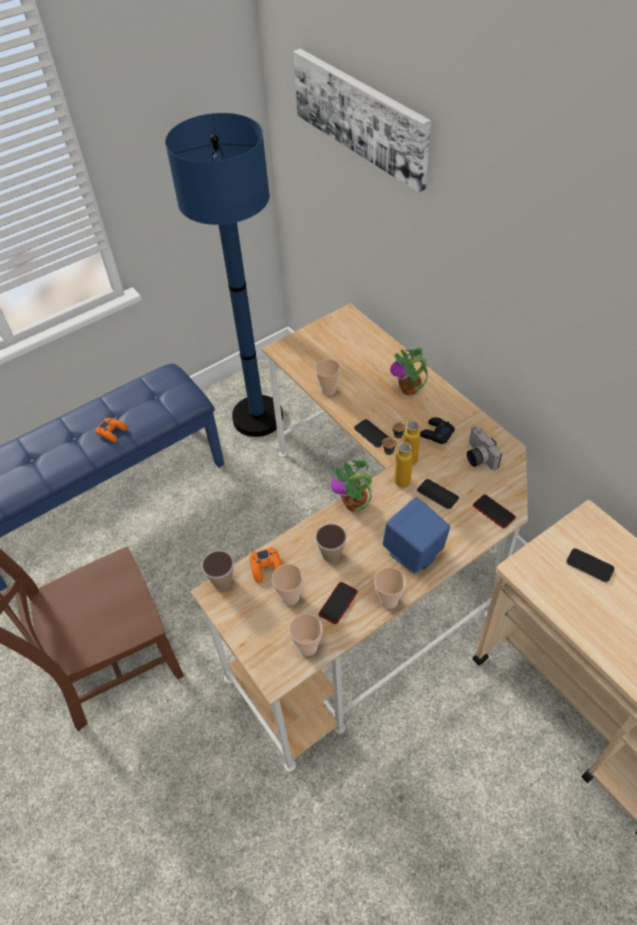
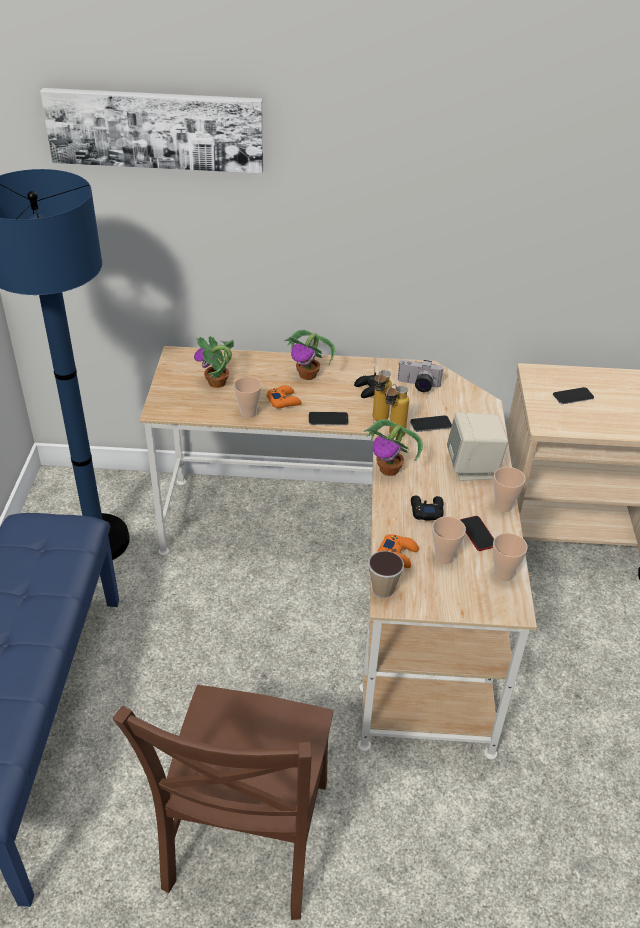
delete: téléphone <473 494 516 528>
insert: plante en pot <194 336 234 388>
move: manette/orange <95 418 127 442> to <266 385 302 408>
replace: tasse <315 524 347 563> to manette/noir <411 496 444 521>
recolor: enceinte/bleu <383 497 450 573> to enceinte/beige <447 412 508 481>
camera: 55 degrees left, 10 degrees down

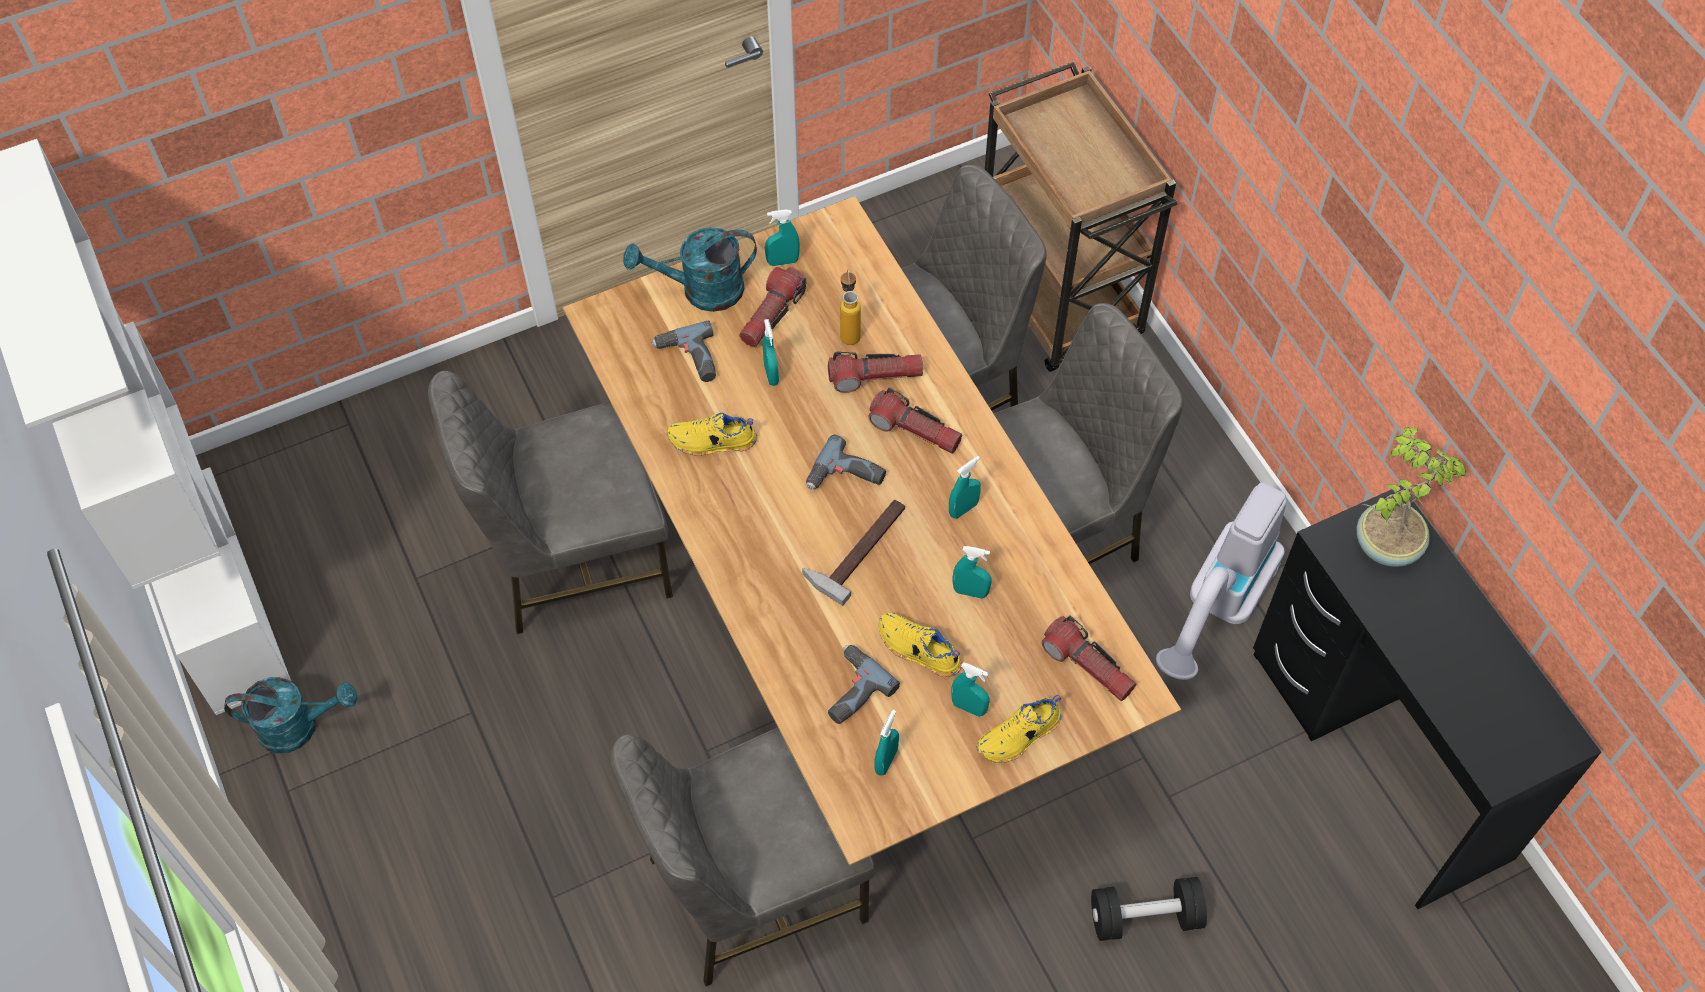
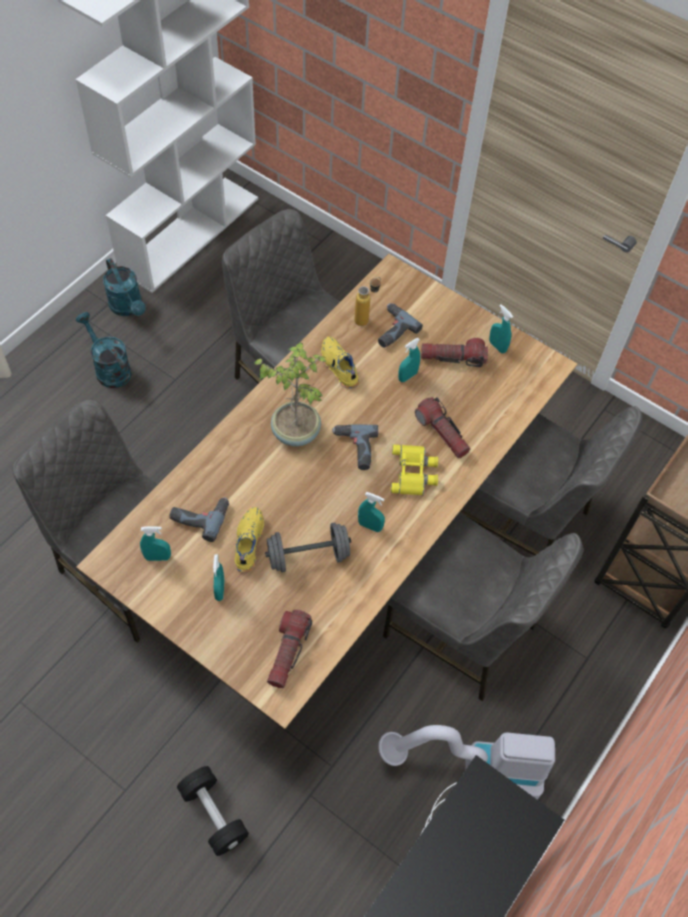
delete: marteau <802 500 905 606>; chaussure/jaune <976 695 1061 763>
move: arrosoir/turquoise <623 227 757 312> to <76 312 132 388>; plante en pot <1357 426 1467 567> to <254 342 327 446>; bouteille <840 269 861 345> to <354 277 381 326>
replace: vaporisateur/turquoise <953 546 992 599> to haltère/gris <265 522 351 572>; lampe de poche <869 388 962 454> to jumelles/jaune <391 445 438 495>
camera: 60 degrees right, 0 degrees up

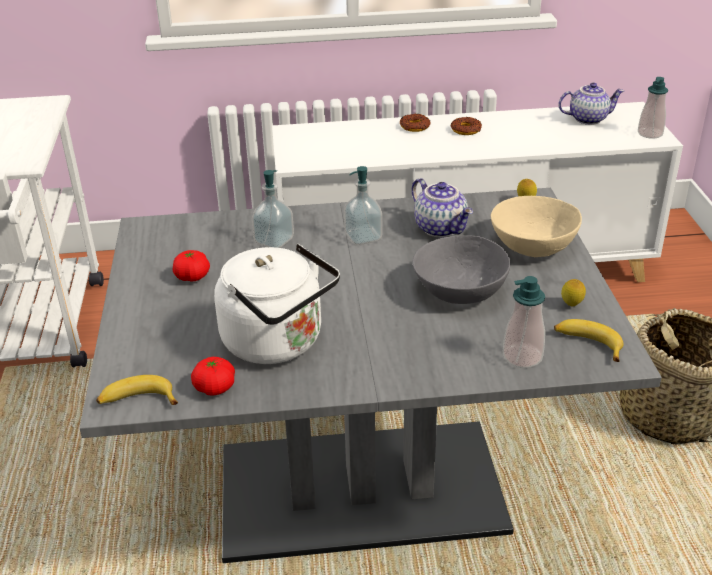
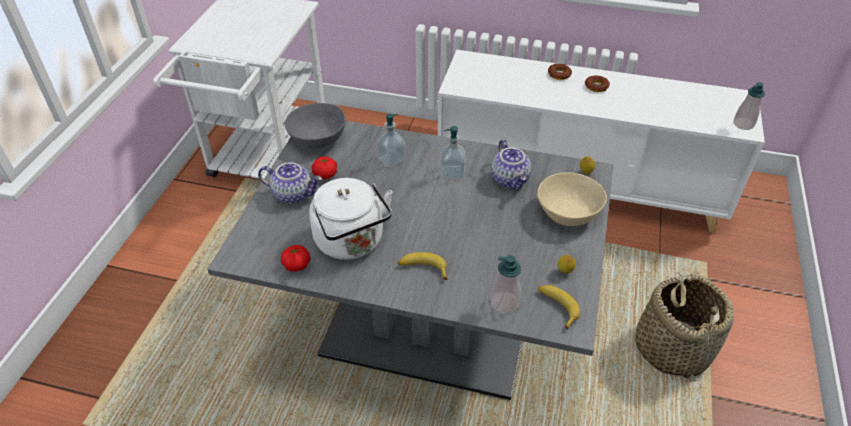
move: théière <558 82 624 125> to <258 162 322 204>; bol/gris <412 235 510 304> to <285 103 345 148>; banane <96 375 178 405> to <398 252 447 280>
camera: 20 degrees right, 10 degrees up

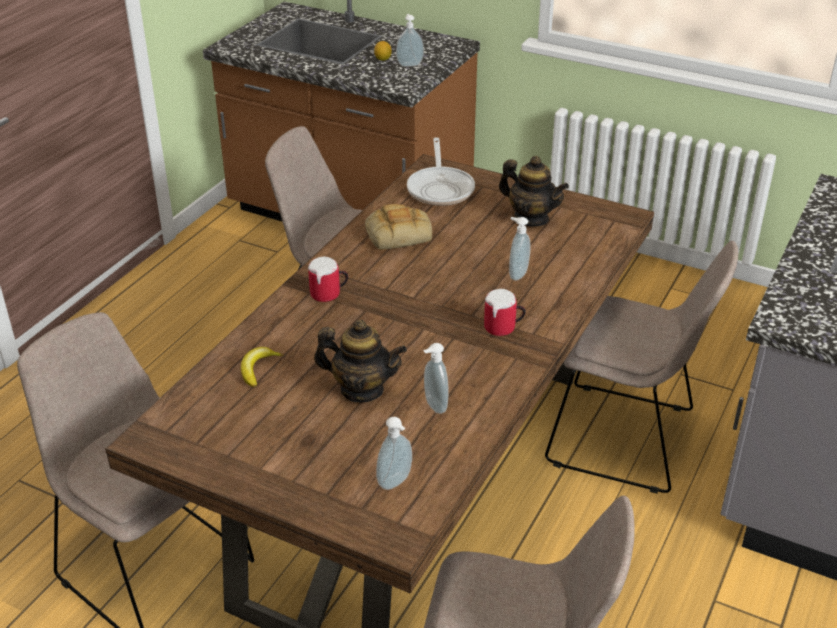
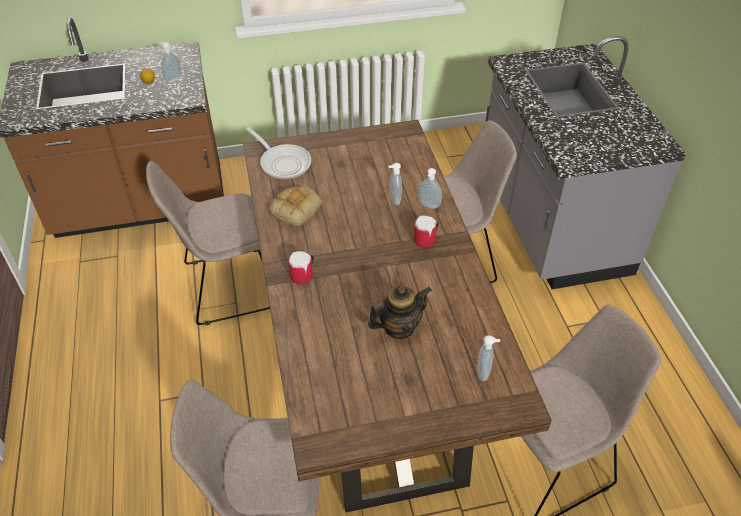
delete: banane <241 347 284 387>; théière <499 156 569 226>
move: distributeur de savon <423 343 448 414> to <418 168 442 209>
camera: 40 degrees left, 10 degrees up

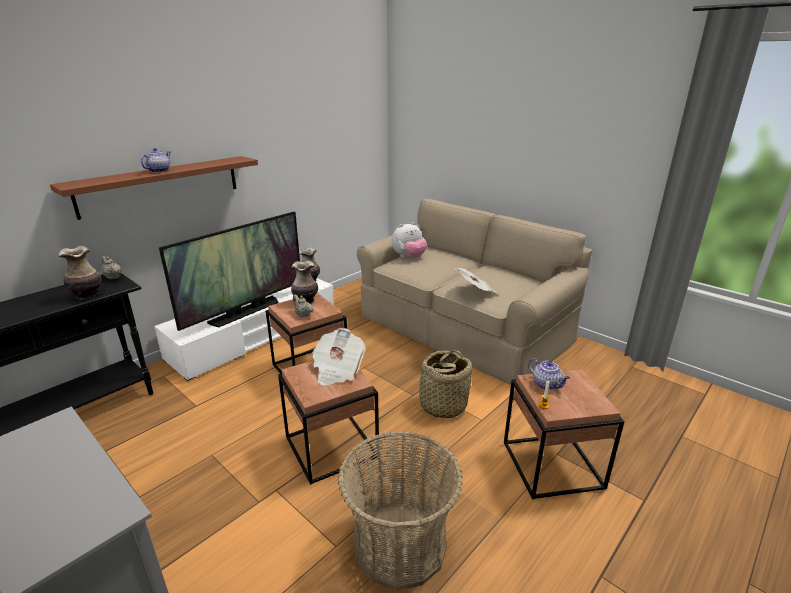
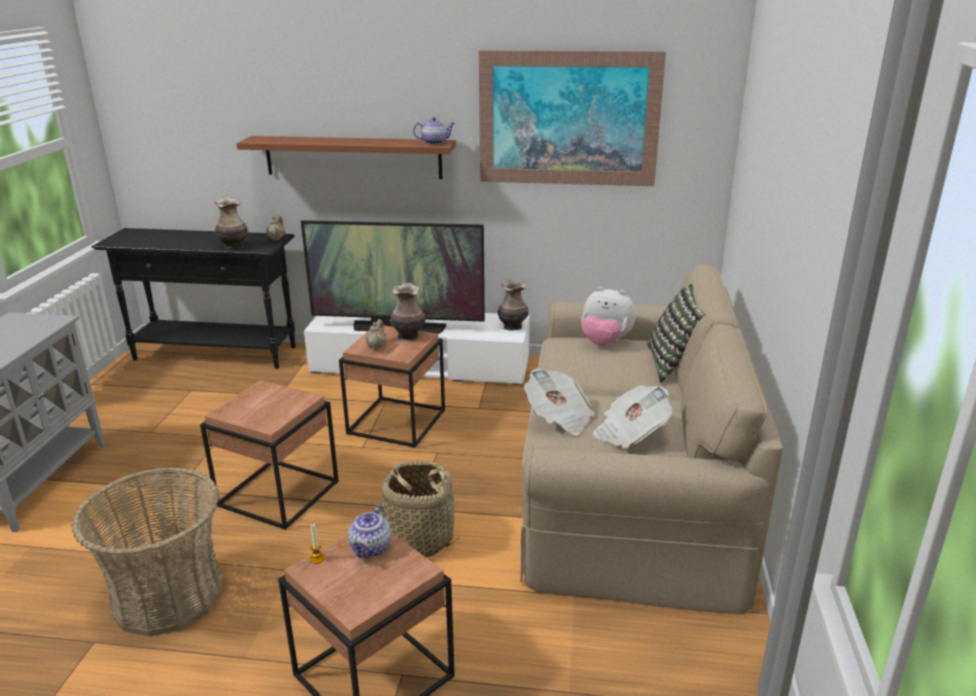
insert: tableau <479 50 666 186>; coussin <647 284 706 383>
move: théière <141 148 171 173> to <413 117 455 145>; journal <312 328 366 385> to <593 385 672 449>
camera: 55 degrees right, 0 degrees up

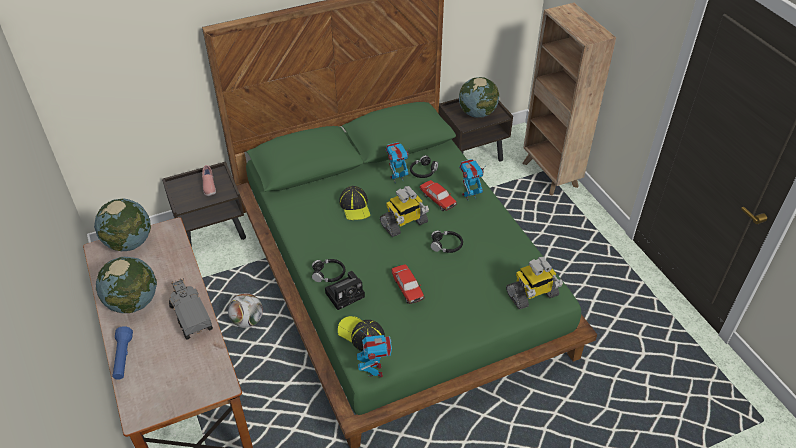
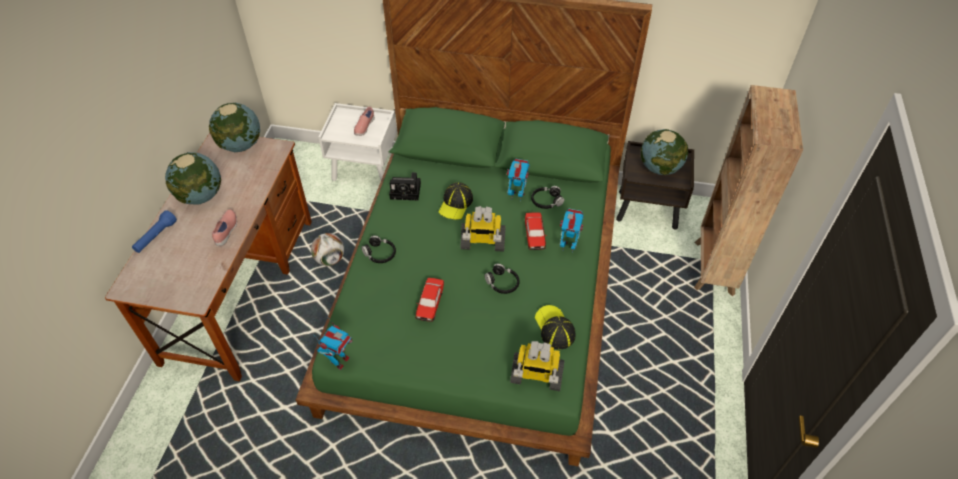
move: appareil photo <325 271 365 310> to <389 172 421 200>; casquette <338 316 385 351> to <535 305 576 349>
replace: camion jouet <169 278 213 340> to chaussure/rose <212 209 237 246>
recolor: table de chevet/marron <162 161 246 247> to table de chevet/blanc <318 103 397 181>
camera: 35 degrees right, 5 degrees up

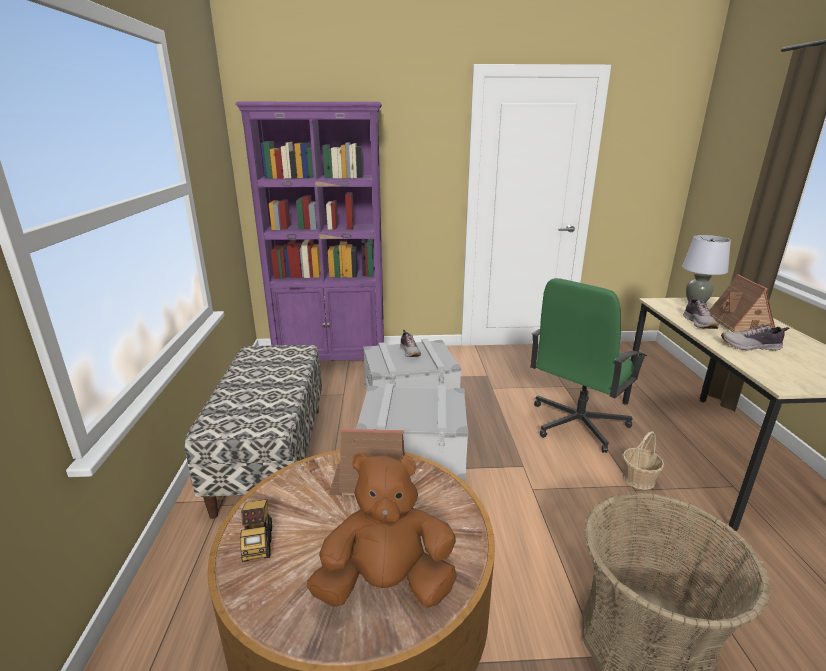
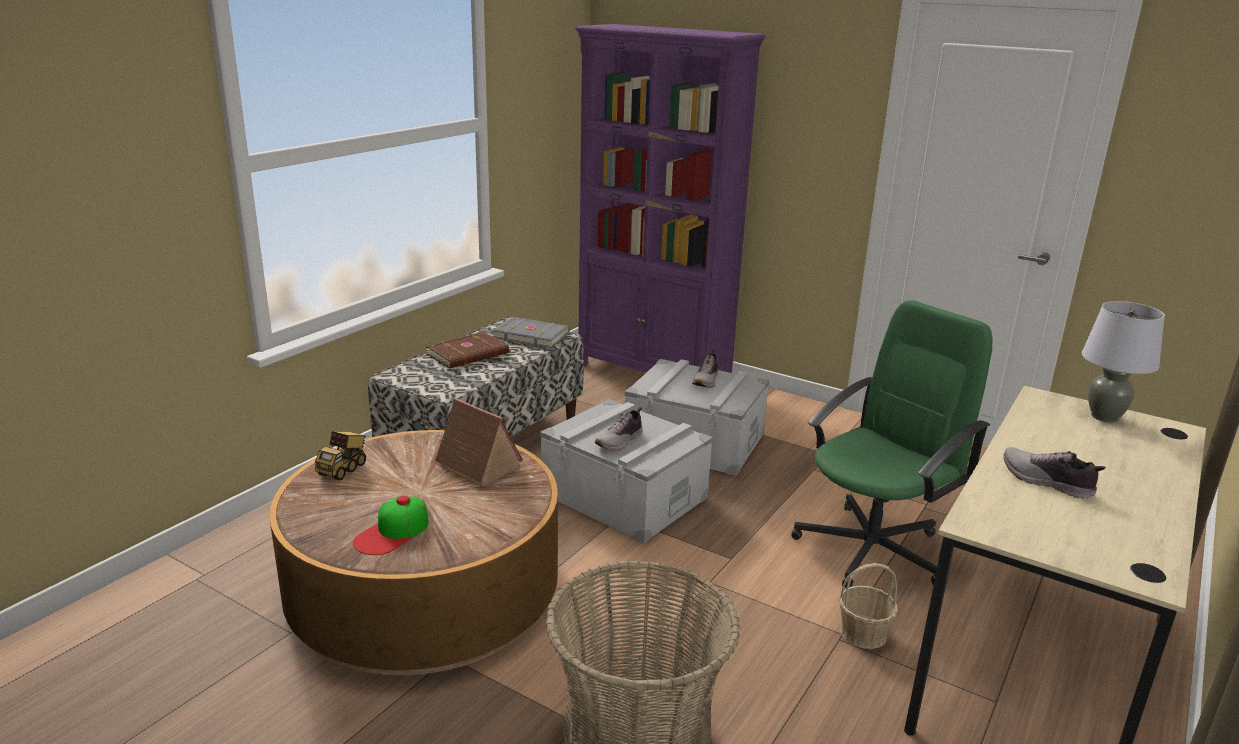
delete: maison miniature <709 274 775 332>
insert: livre/marron <426 332 509 368>; livre/gris <492 317 570 348>
move: chaussure <683 296 719 329> to <595 407 642 451>
replace: peluche/marron <307 452 457 608> to casquette <353 496 429 555>
rotate: chaise de bureau/vert <530 278 647 453> = <791 300 992 588> 150 degrees clockwise
camera: 35 degrees right, 0 degrees up

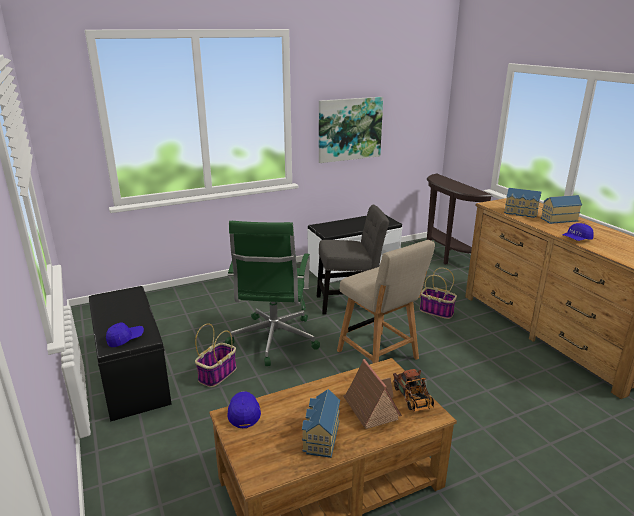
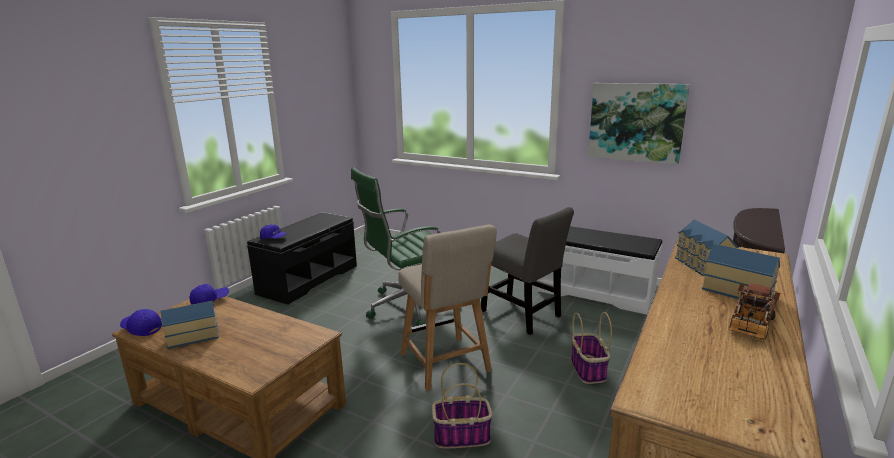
delete: maison miniature <343 359 402 429>
move: casquette/bleu <563 223 594 241> to <120 309 162 336>; panier <195 324 237 387> to <432 363 492 448>; camion jouet <393 369 434 412> to <728 284 780 339>
rotate: chaise/beige <337 240 435 364> = <398 224 497 391> 45 degrees counterclockwise
camera: 55 degrees right, 5 degrees down

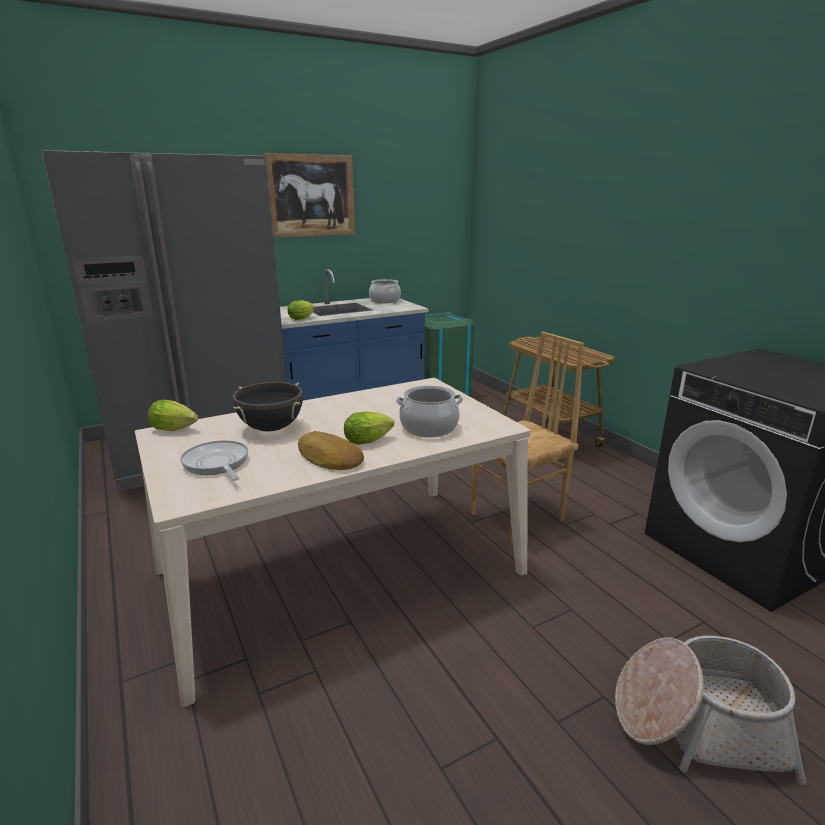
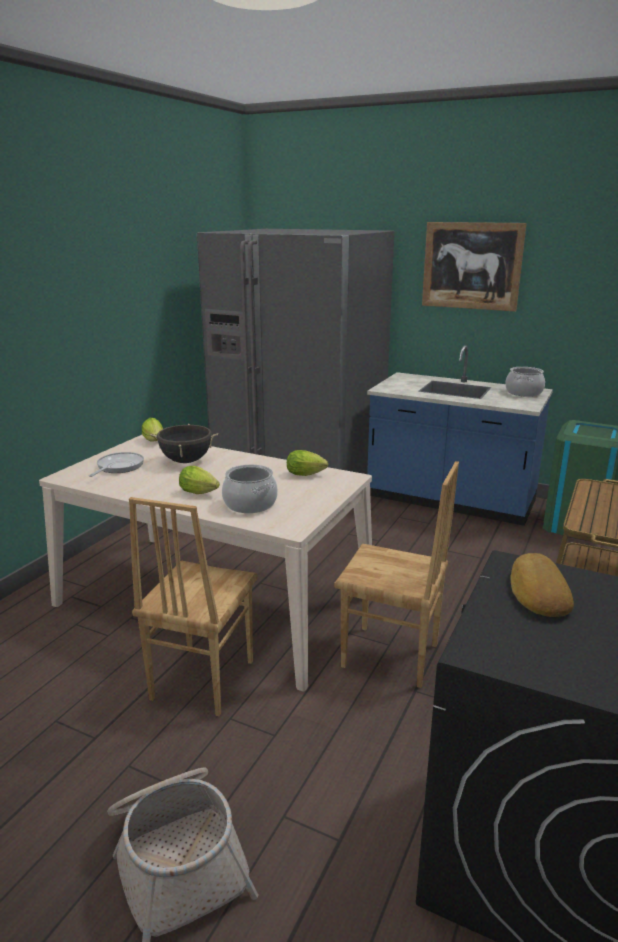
insert: chaise/marron <129 497 258 716>
move: laitue <288 300 315 320> to <287 450 328 476>; pain <298 431 364 470> to <510 553 574 617>
camera: 55 degrees right, 0 degrees up

